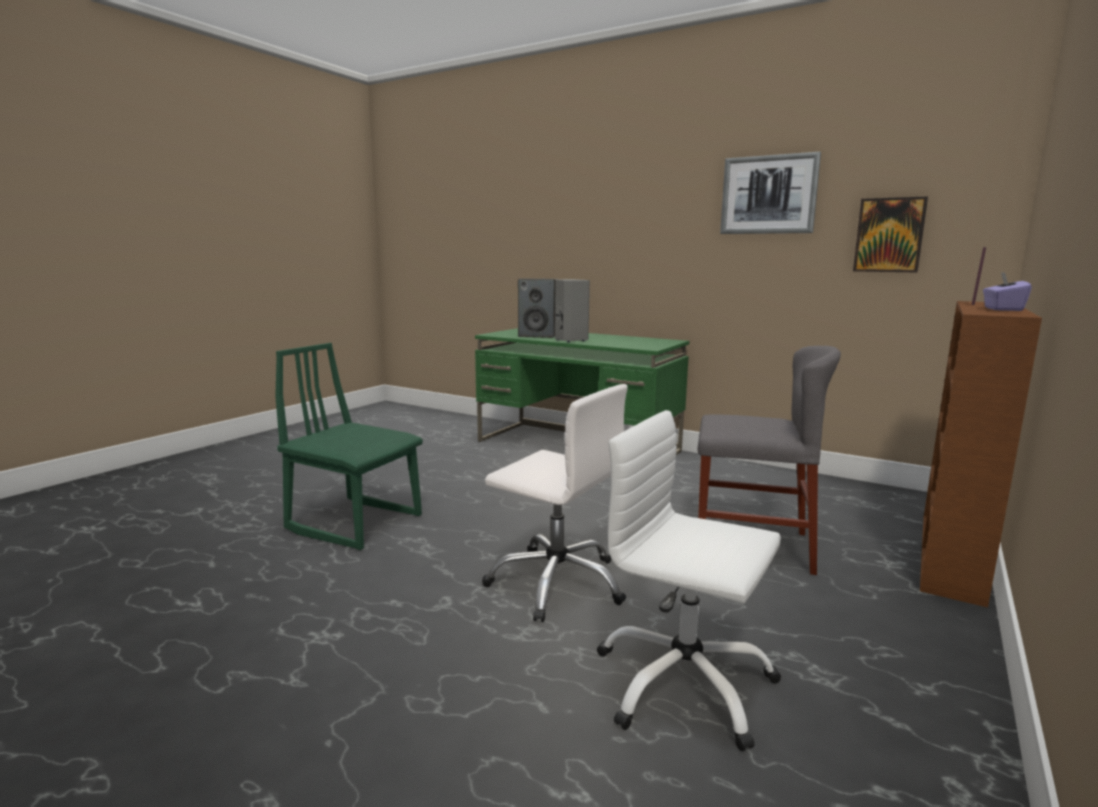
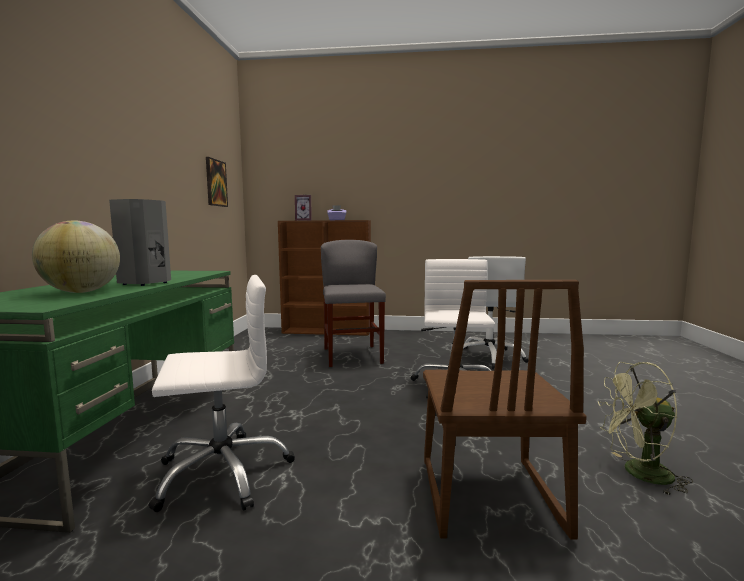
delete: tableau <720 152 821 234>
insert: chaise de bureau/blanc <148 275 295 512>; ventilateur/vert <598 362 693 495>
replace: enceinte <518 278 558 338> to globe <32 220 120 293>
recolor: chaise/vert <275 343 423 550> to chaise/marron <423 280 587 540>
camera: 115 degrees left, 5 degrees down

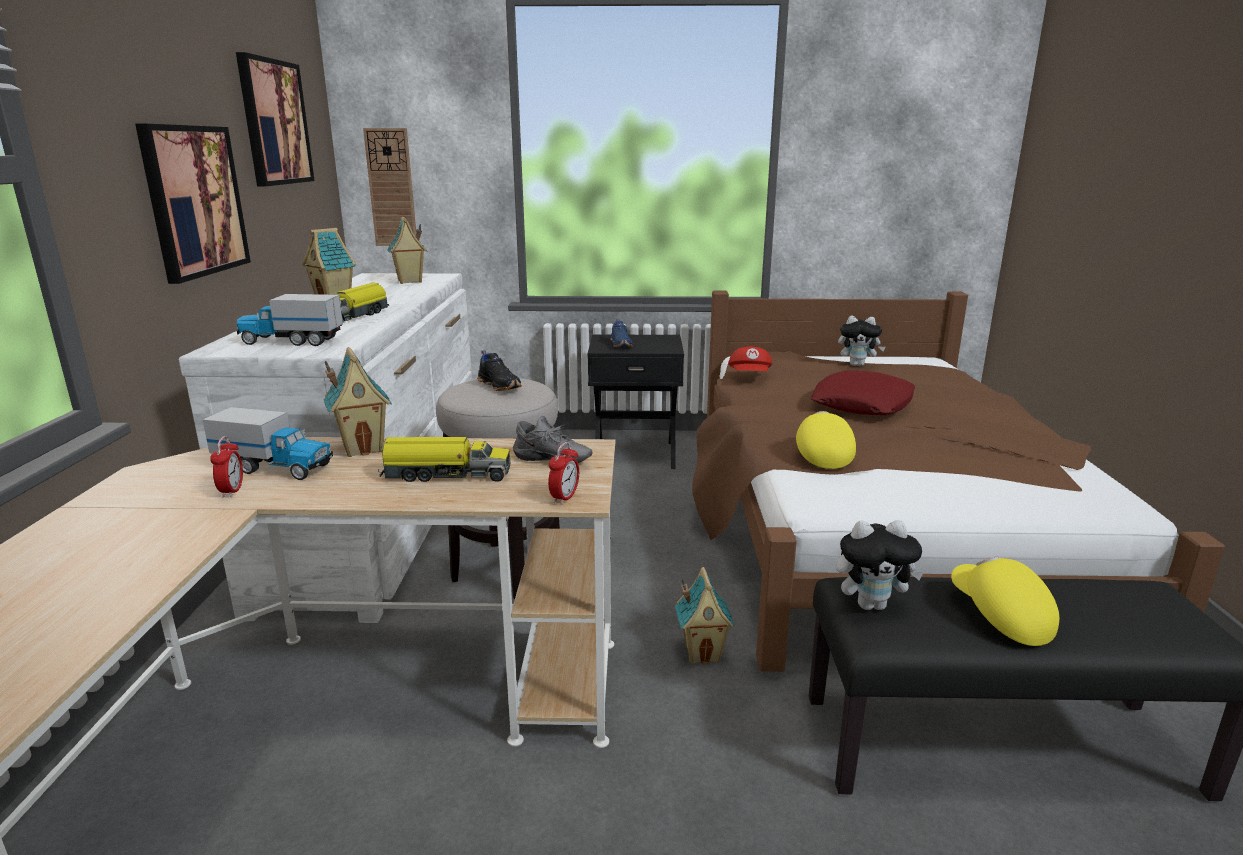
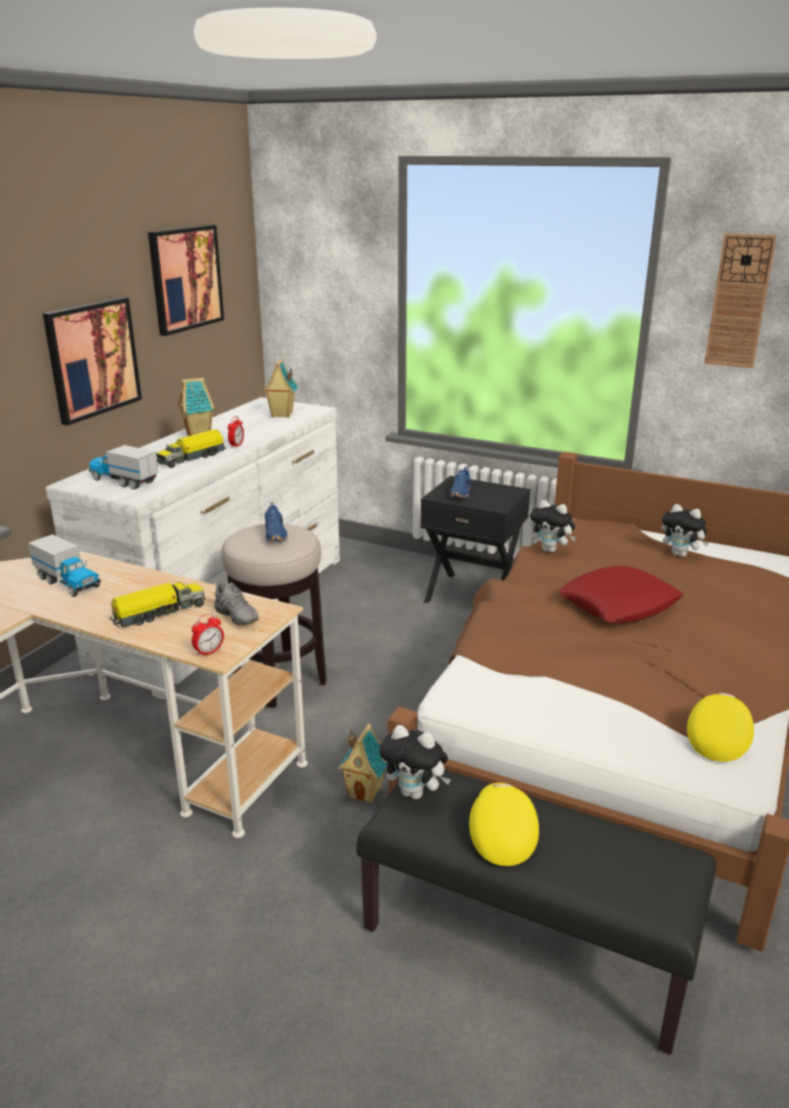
delete: maison miniature <324 347 392 457>
move: réveil <210 436 243 498> to <228 416 244 448>; casquette/jaune <796 411 856 469> to <687 693 754 762>; horloge murale <363 128 416 246> to <704 233 777 368>
replace: casquette/rouge <728 347 772 372> to peluche <530 500 576 553>
recolor: chaussure/noir <477 350 522 391> to chaussure/bleu <265 502 288 542>
rotate: camion jouet <378 437 510 482> = <109 581 205 628> 60 degrees counterclockwise
camera: 25 degrees right, 5 degrees up

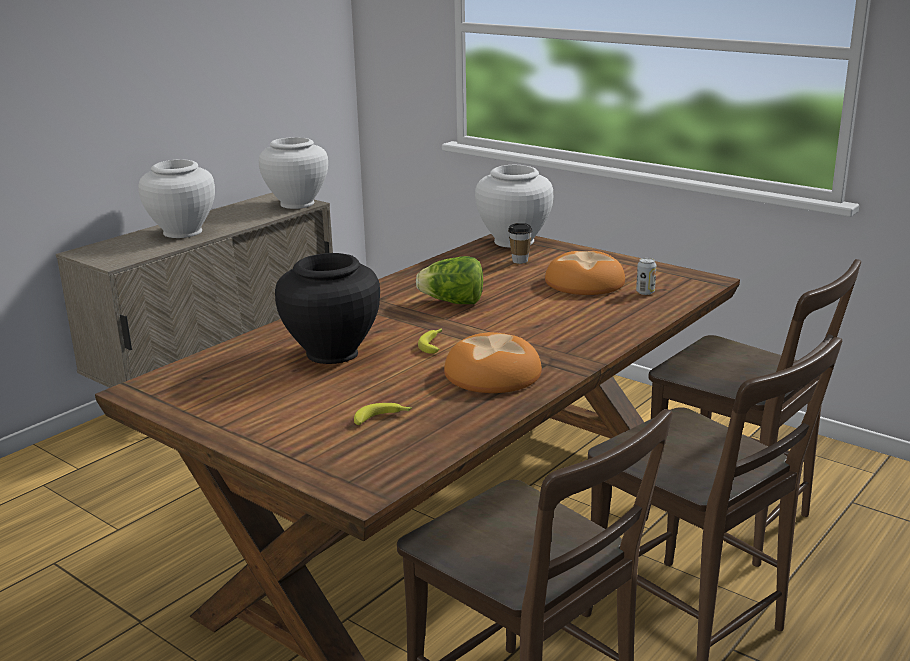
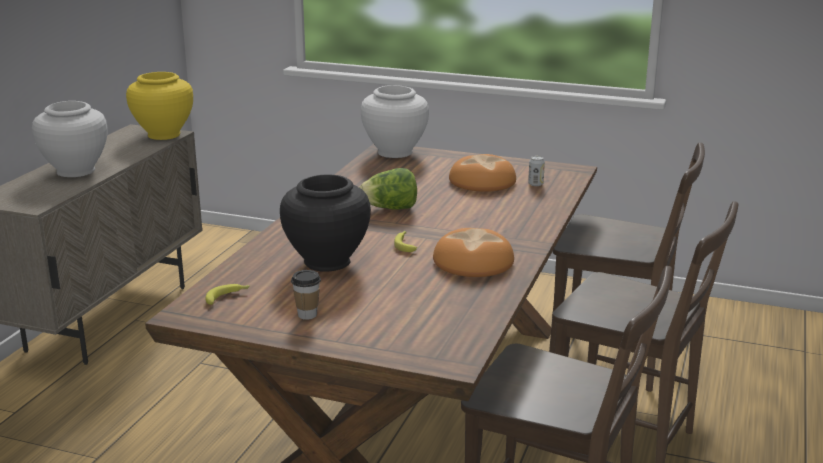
move: banane <354 403 412 425> to <206 284 250 305>; tasse <508 223 533 264> to <291 270 321 320>
recolor: vase/blanc <259 137 328 209> to vase/jaune <126 72 193 140>
camera: 20 degrees left, 0 degrees up

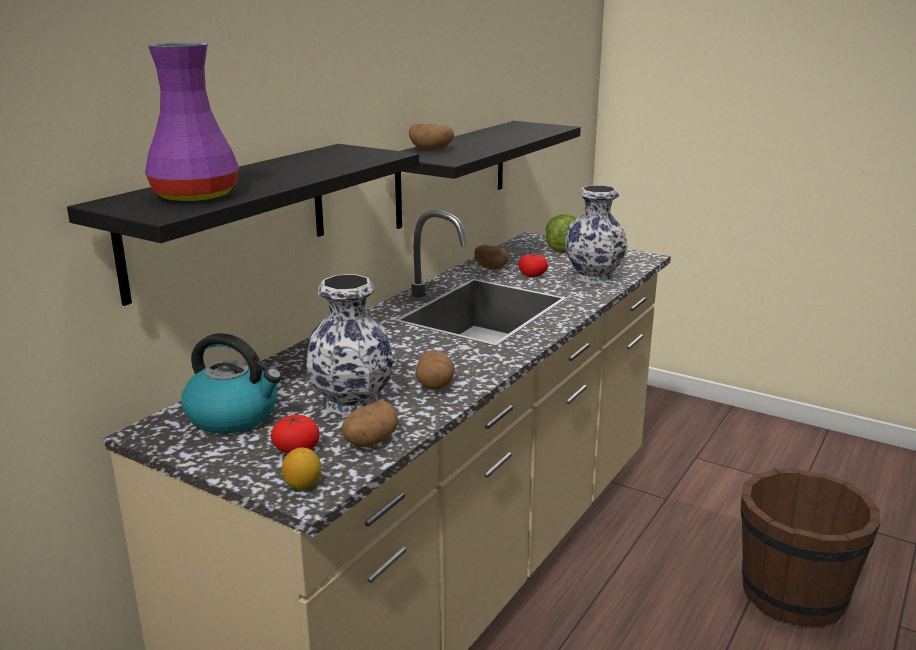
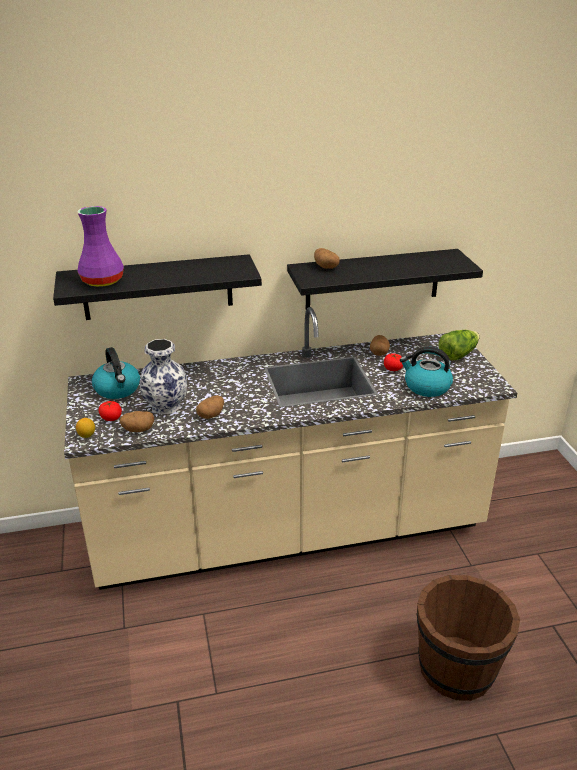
replace: vase <564 185 628 283> to bouilloire <400 347 453 397>
camera: 45 degrees right, 10 degrees up

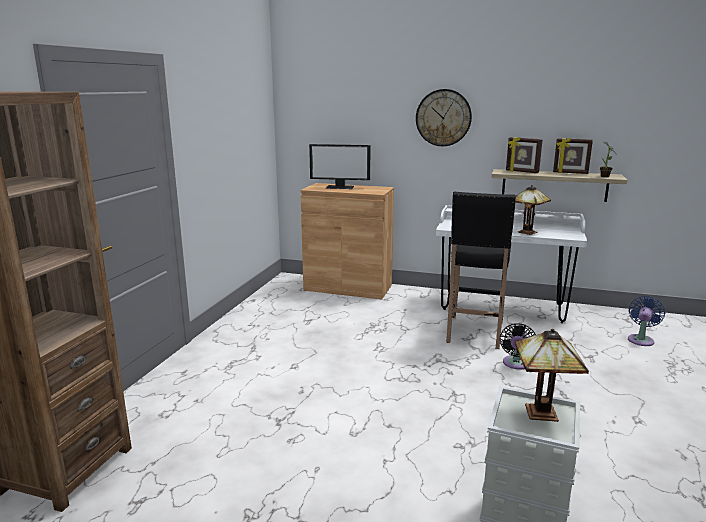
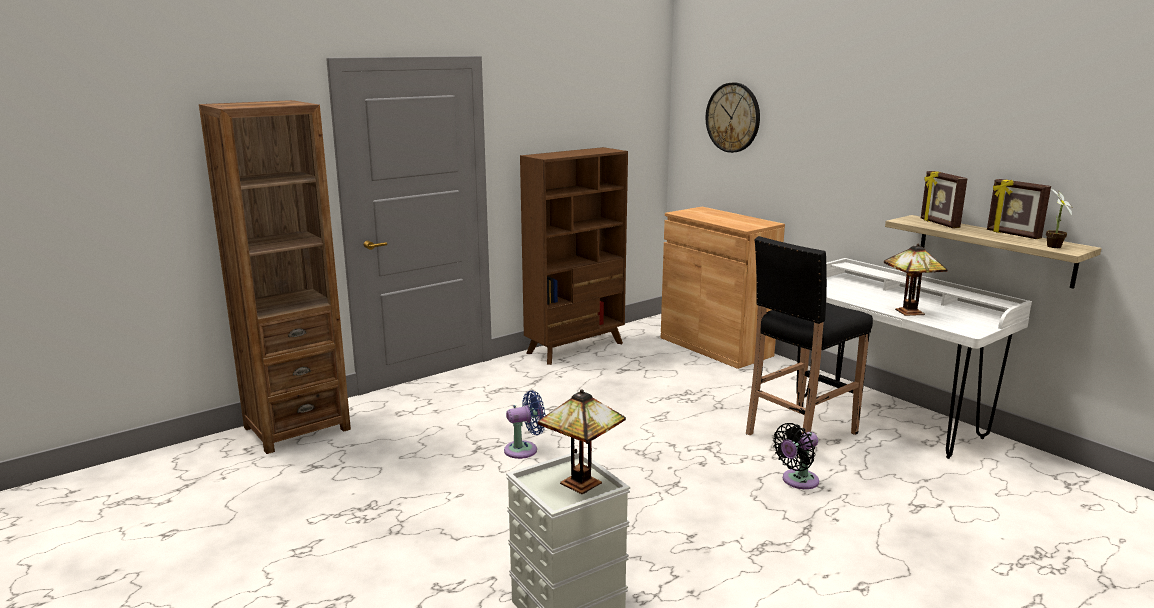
delete: écran d'ordinateur <309 144 371 189>
insert: bibliothèque/marron <520 147 628 365>
move: ventilateur/bleu <628 296 665 346> to <504 390 545 459>; horloge murale <416 89 472 146> to <706 83 760 153>
camera: 35 degrees right, 0 degrees up

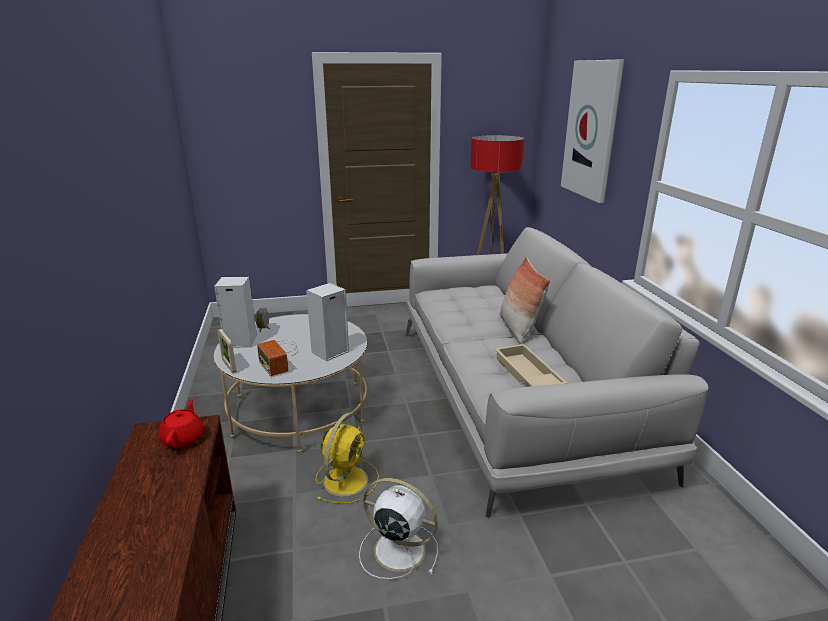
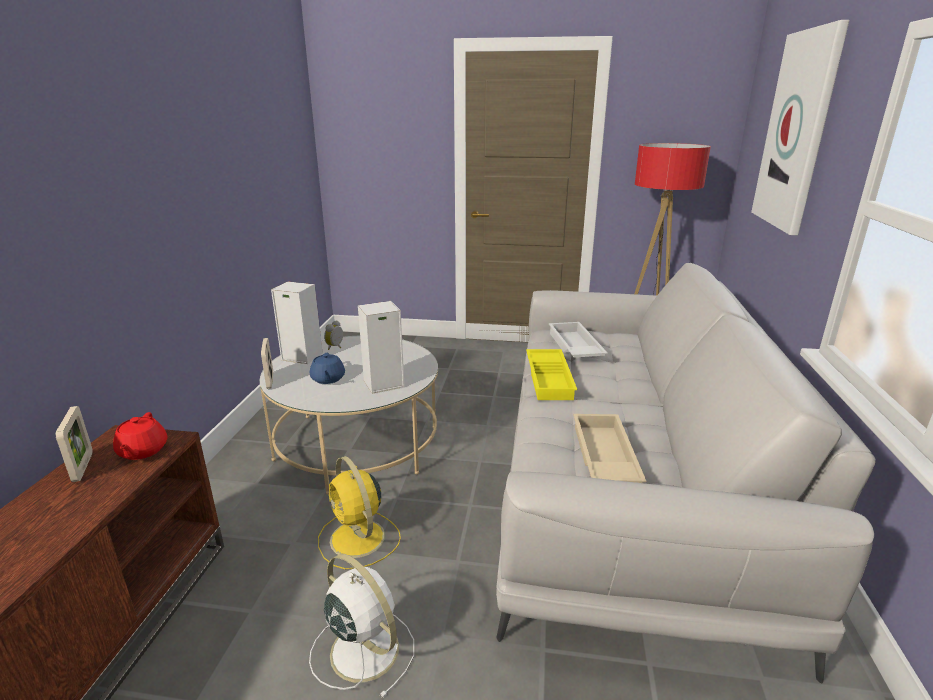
delete: coussin <500 257 550 344>
insert: cadre photo <56 406 93 482>; plateau/jaune <526 349 577 400>; plateau/blanc <549 322 608 358>
replace: radio <257 340 298 376> to théière/bleu <310 353 345 384>
rotate: théière/rouge <159 398 204 448> = <113 412 167 460> 150 degrees clockwise; ventilateur/jaune <316 413 379 503> = <318 456 401 570> 105 degrees clockwise
camera: 20 degrees right, 0 degrees up

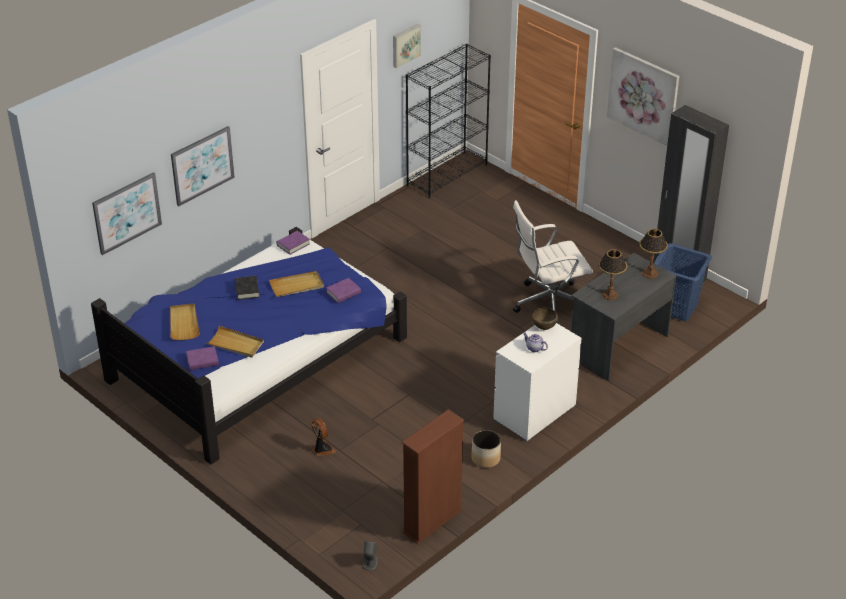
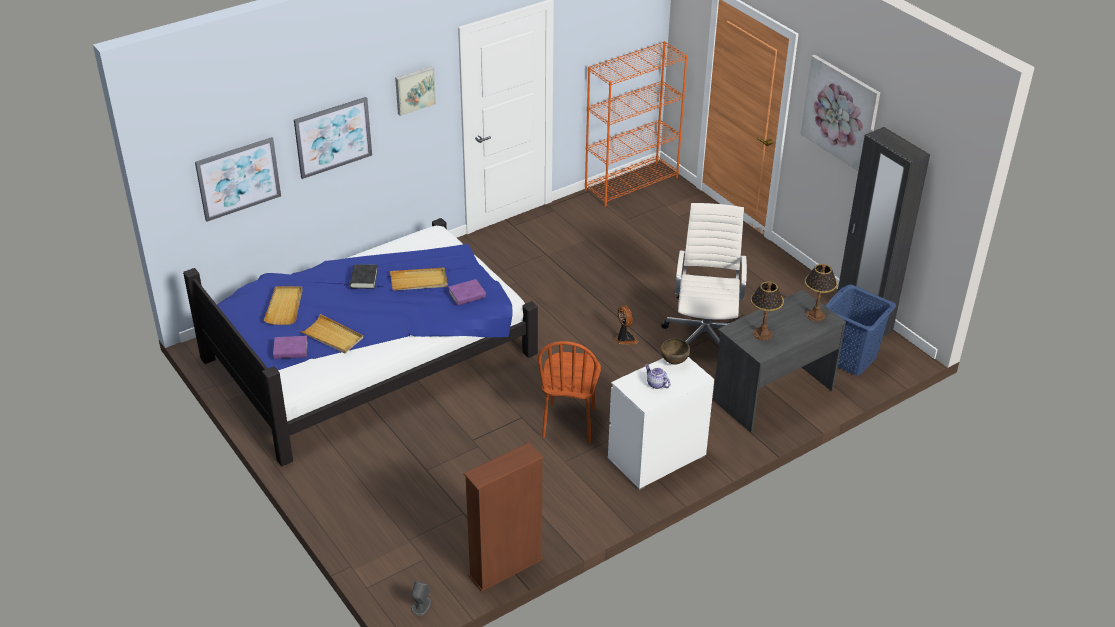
delete: livre/violet <276 231 310 255>; cache-pot <471 430 501 468>
insert: chaise/marron <537 341 601 443>
move: tableau <393 24 421 68> to <395 66 436 116>; ventilateur <312 418 335 456> to <615 305 638 345>
recolor: bibliothèque/noir <406 44 491 199> to bibliothèque/orange <585 41 688 207>
rotate: chaise de bureau/blanc <513 200 593 324> = <661 203 747 344> 105 degrees clockwise
camera: 10 degrees right, 0 degrees up

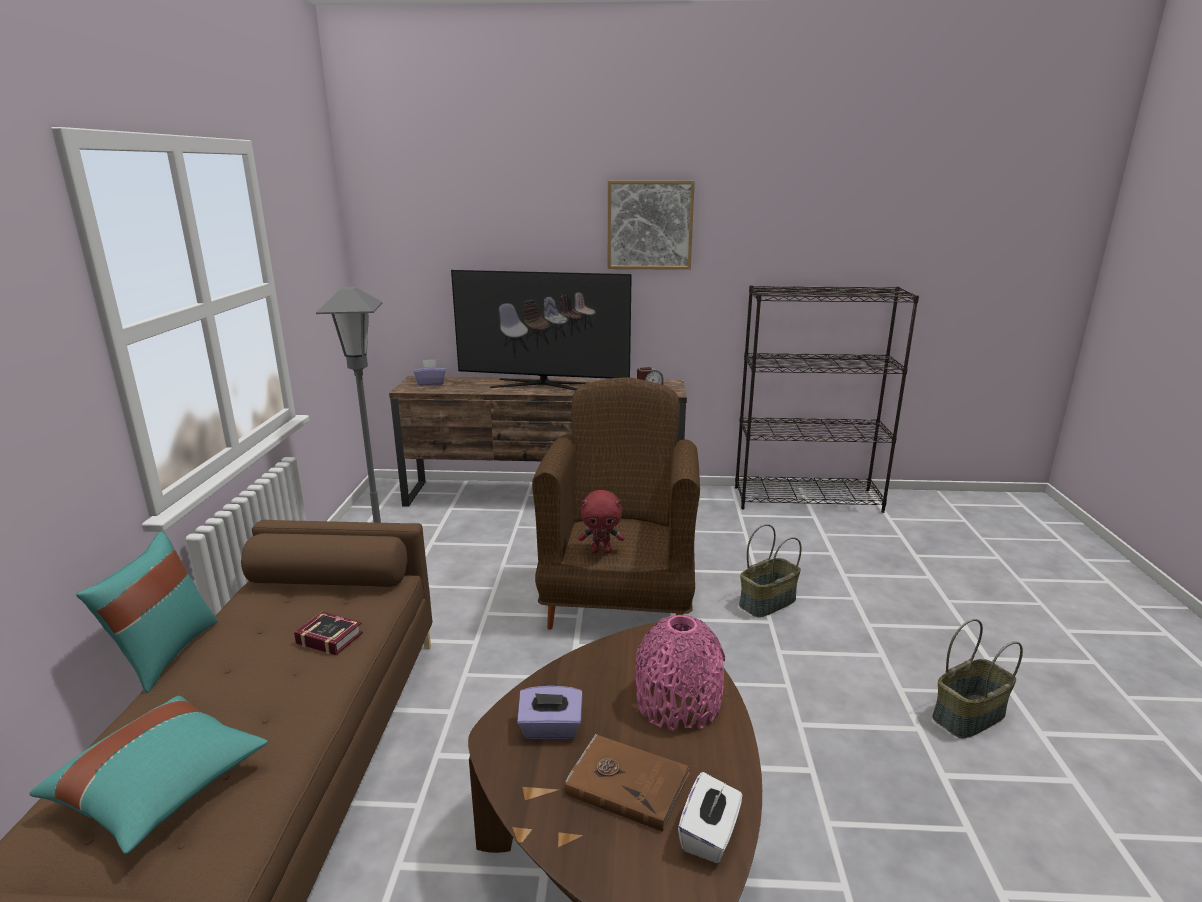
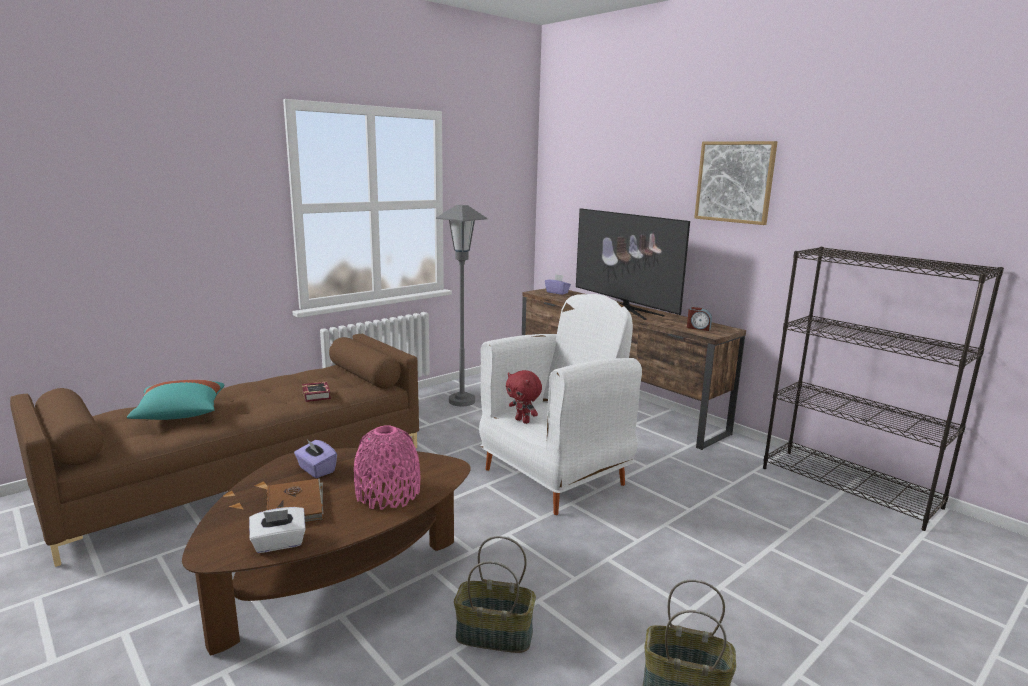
delete: coussin/turquoise <76 531 217 693>
move: panier <739 524 802 618> to <454 536 536 653>
recolor: fauteuil/marron <532 377 700 630> to fauteuil/blanc <479 294 642 515>
camera: 45 degrees right, 5 degrees down

